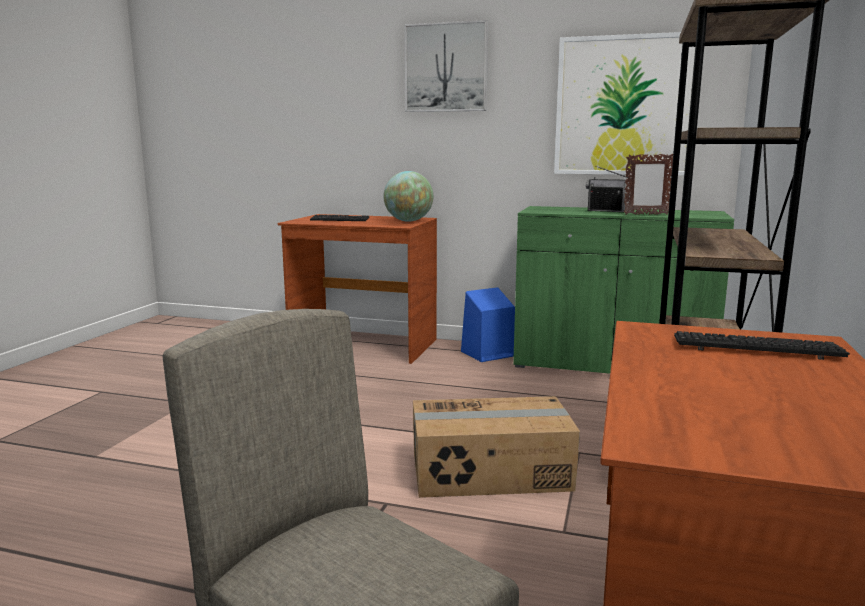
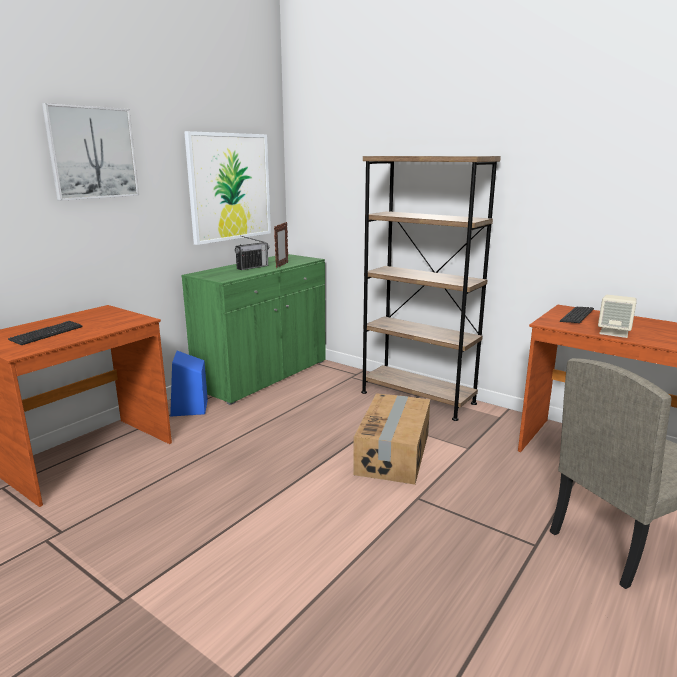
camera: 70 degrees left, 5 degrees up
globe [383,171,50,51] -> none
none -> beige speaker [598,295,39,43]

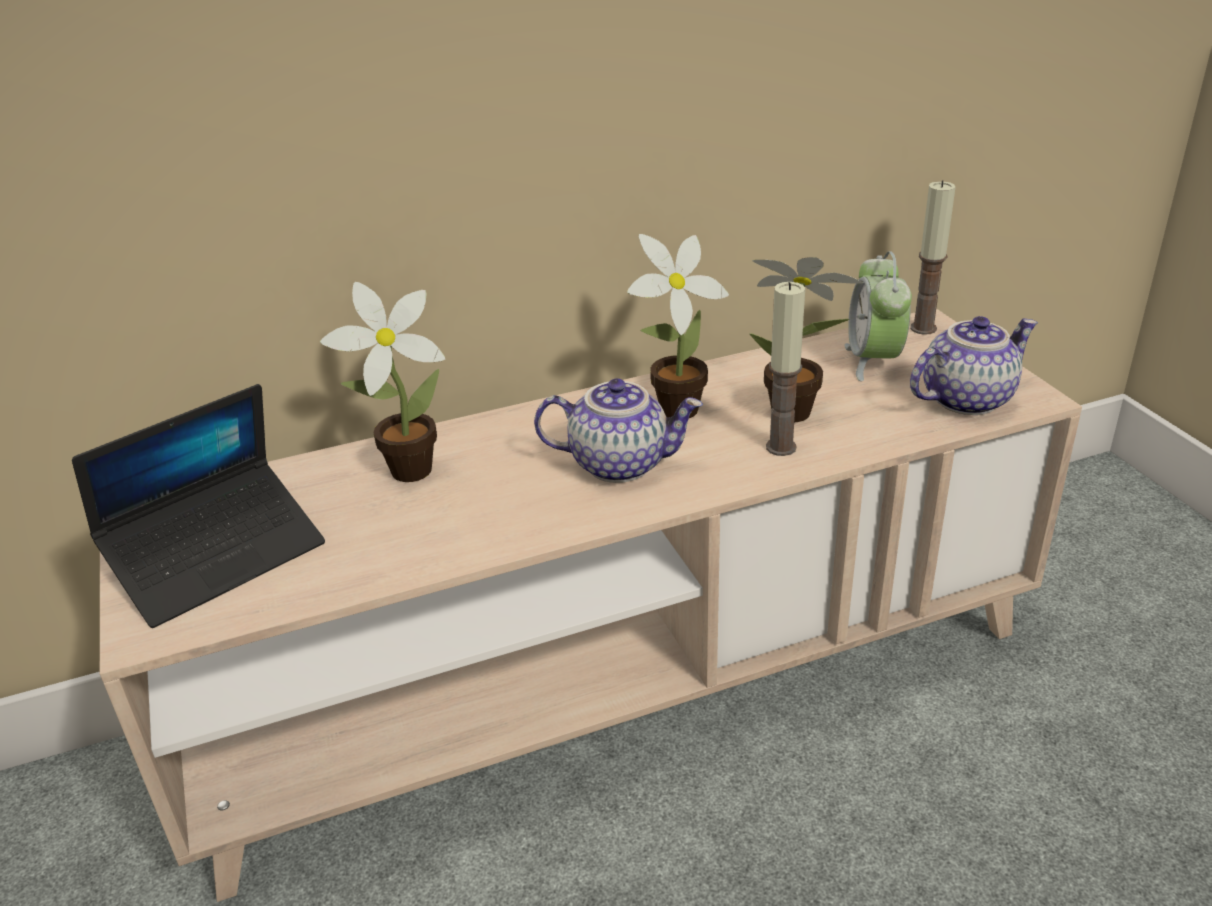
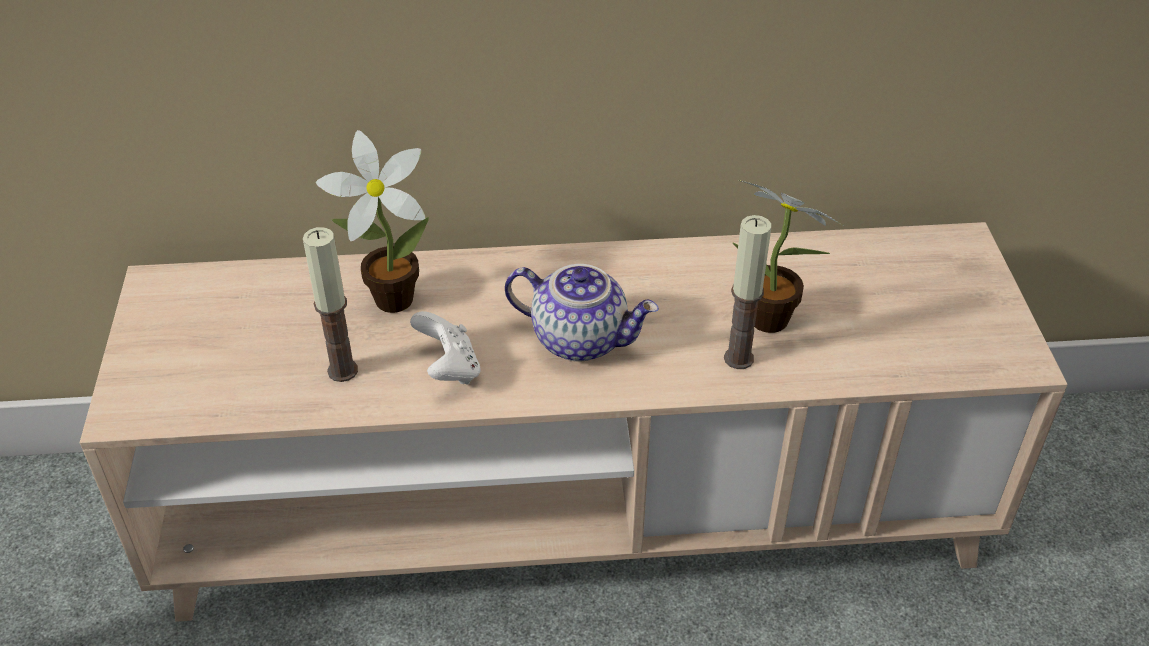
camera: 15 degrees right, 10 degrees up
laptop [72,384,253,244] -> none
potted plant [627,234,102,184] -> none
alarm clock [845,251,67,131] -> none
candle [910,180,46,155] -> candle [303,227,55,155], shifted
teapot [910,316,128,99] -> none
none -> white game controller [410,311,71,74]

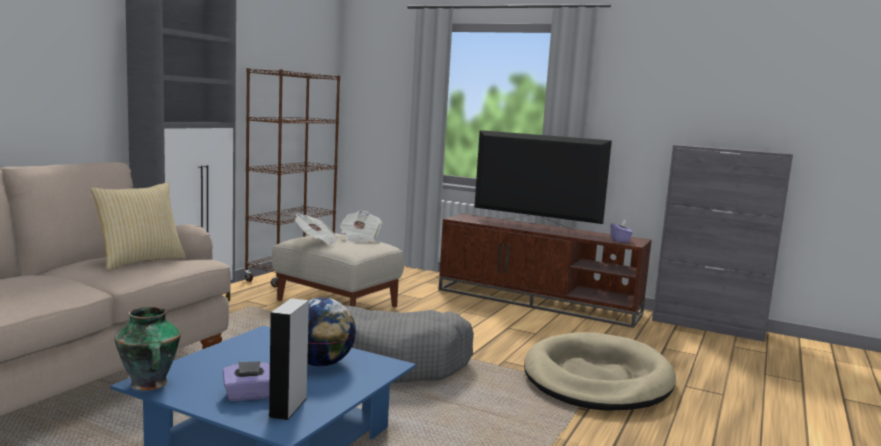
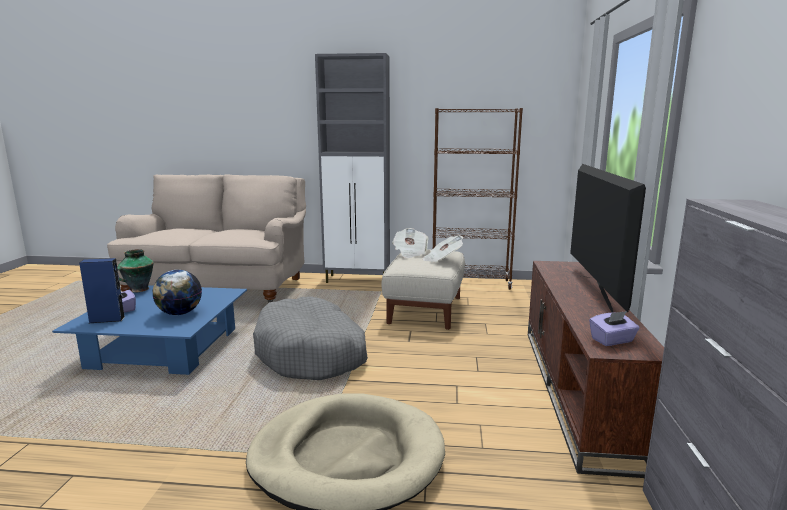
camera: 70 degrees right, 5 degrees up
pillow [91,182,95,89] -> none
grey speaker [268,298,41,122] -> blue speaker [79,258,46,65]

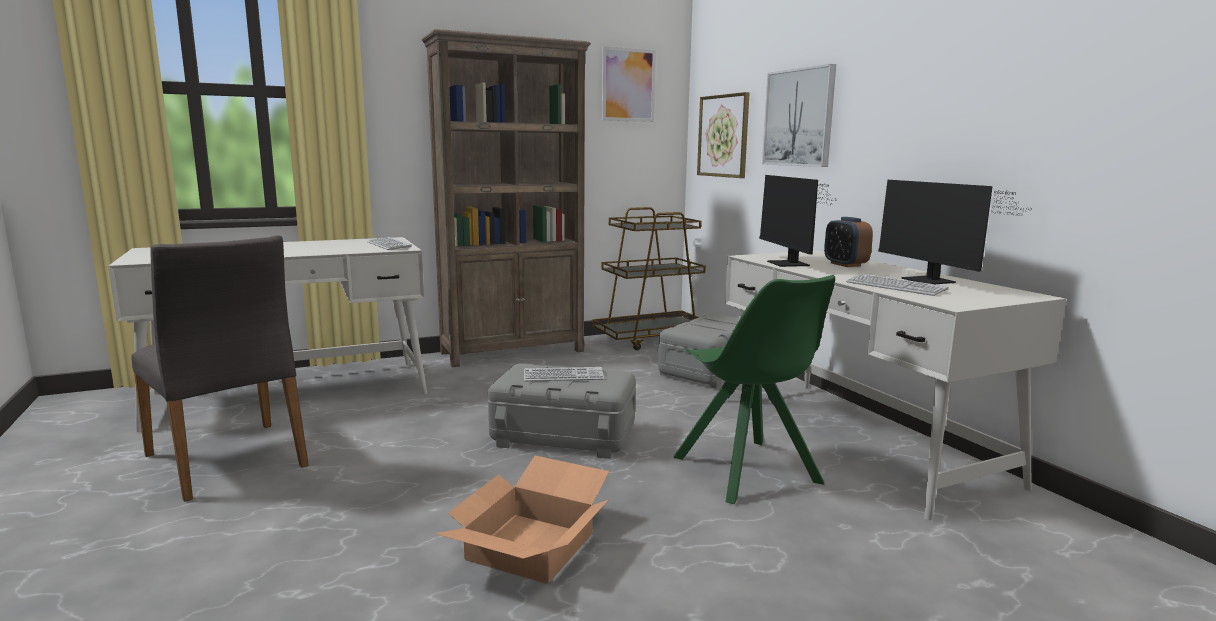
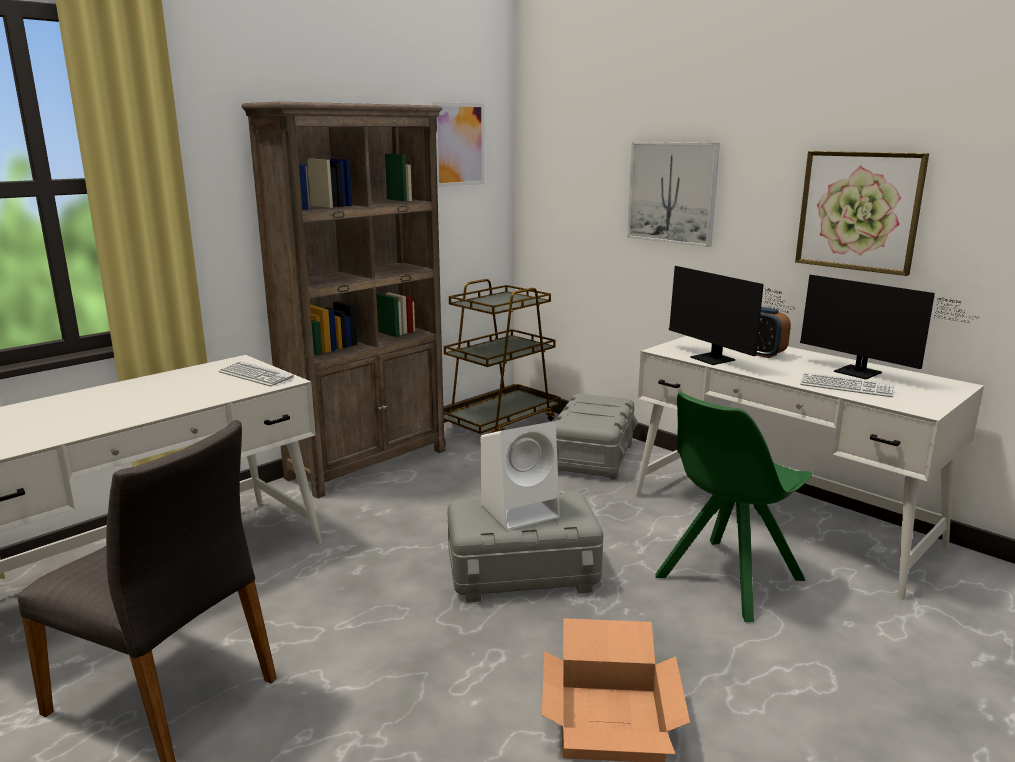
camera: 20 degrees left, 5 degrees up
keyboard [524,367,80,14] -> white speaker [480,421,80,109]
green chair [674,275,161,229] -> green chair [655,392,158,230], 90 degrees clockwise
picture [697,92,53,86] -> picture [795,151,134,125], shifted

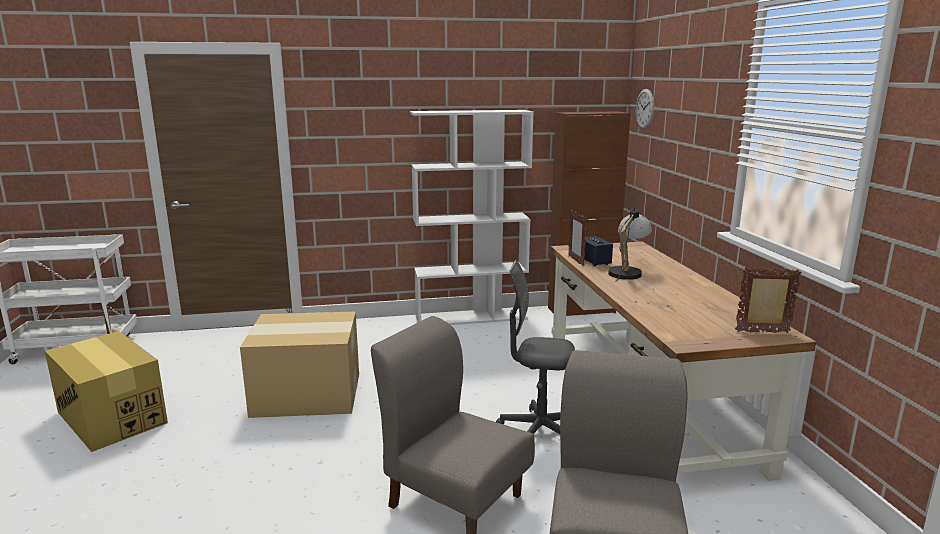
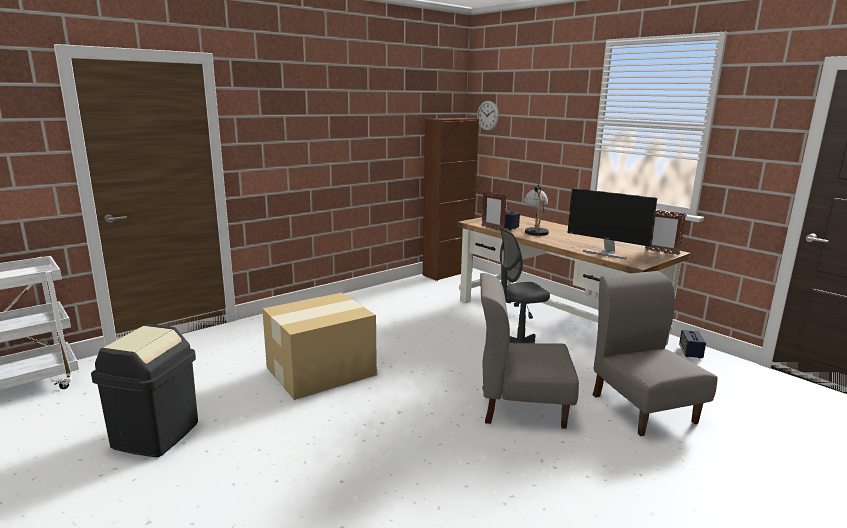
camera: 30 degrees left, 0 degrees up
cardboard box [45,331,123,121] -> black trash can [91,324,107,133]
white bookcase [410,110,124,215] -> none
picture frame [735,267,67,66] -> picture frame [645,210,42,45], 120 degrees counterclockwise
none -> monitor [568,188,89,71]
none -> speaker [679,330,27,29]

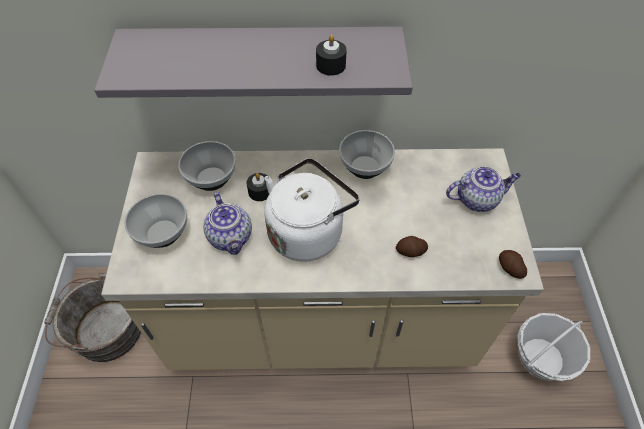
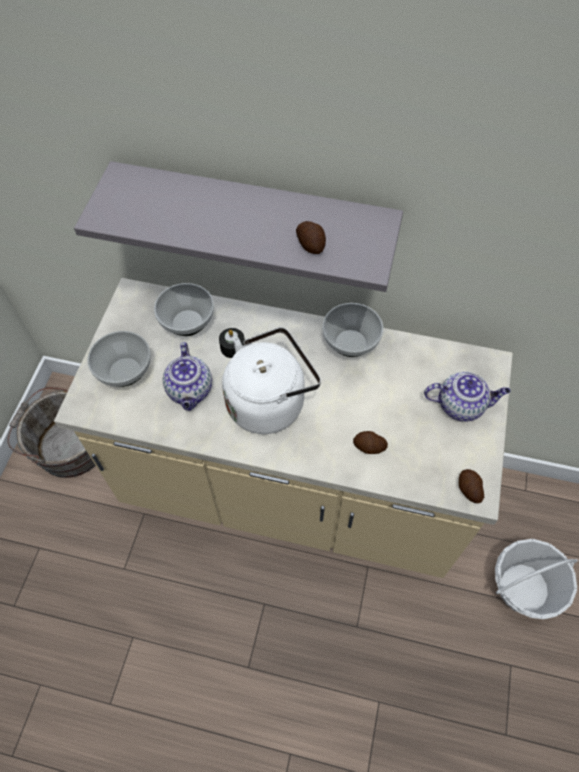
camera: 15 degrees right, 5 degrees up
black candle [316,35,31,40] -> potato [296,221,30,33]

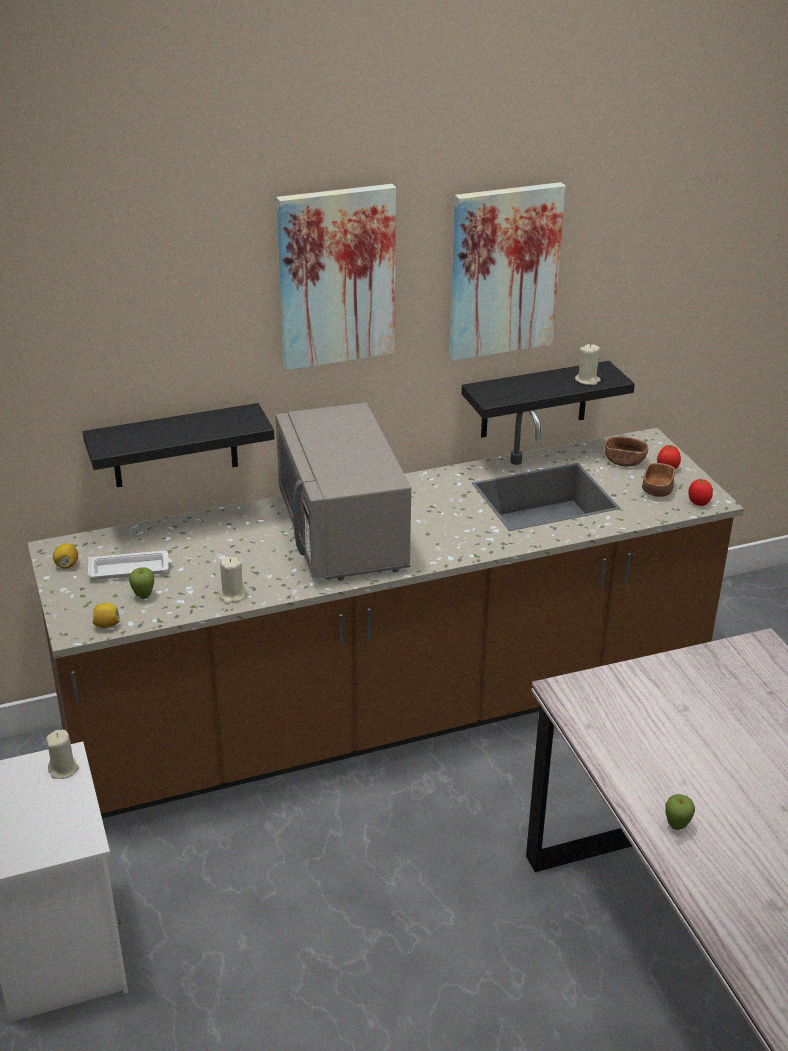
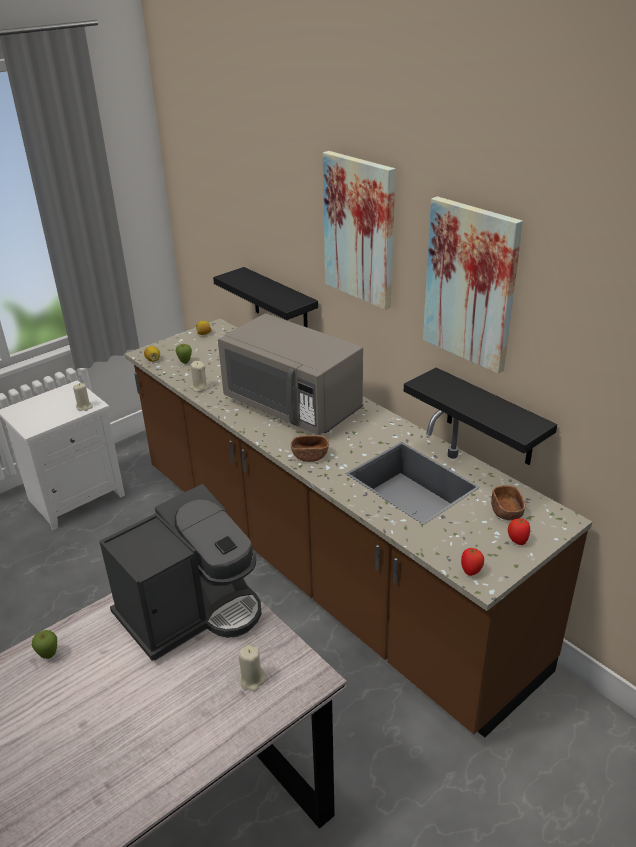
camera: 70 degrees right, 0 degrees up
white tray [88,551,84,28] -> none
grey microwave [276,403,135,177] -> grey microwave [218,314,145,121], 105 degrees counterclockwise
beige candle [575,344,26,41] -> beige candle [238,645,27,47], shifted
brown bowl [642,463,33,34] -> brown bowl [291,435,38,27], shifted
none -> coffee machine [99,484,162,177]

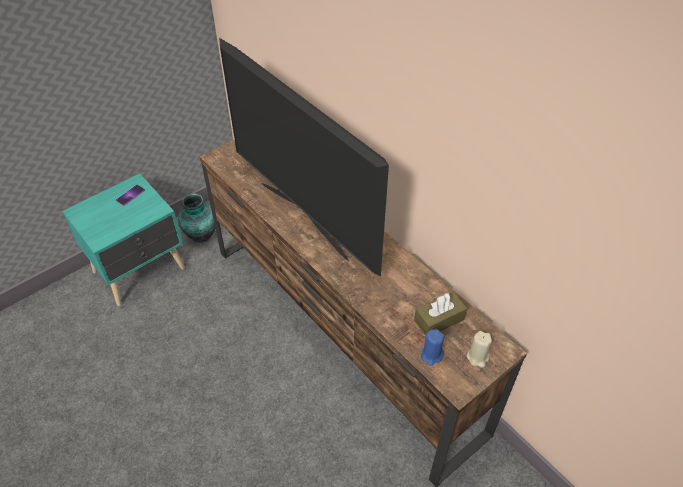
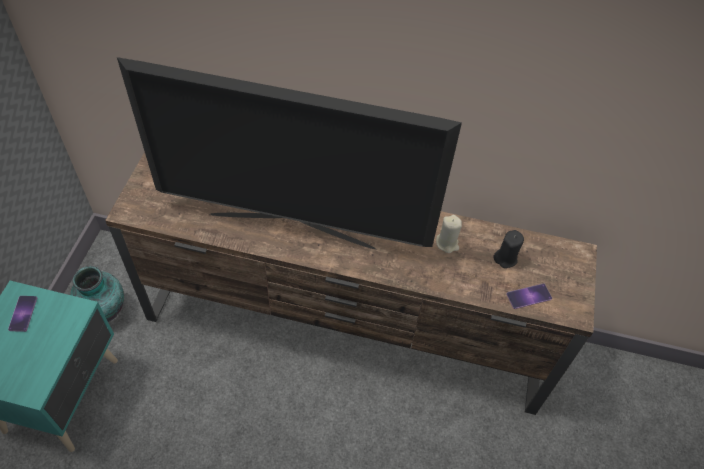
camera: 40 degrees left, 5 degrees up
brown tissue box [414,292,53,44] -> black candle [494,230,30,38]
blue candle [421,329,24,37] -> phone [506,283,46,26]
beige candle [467,331,25,37] -> beige candle [436,215,26,38], shifted

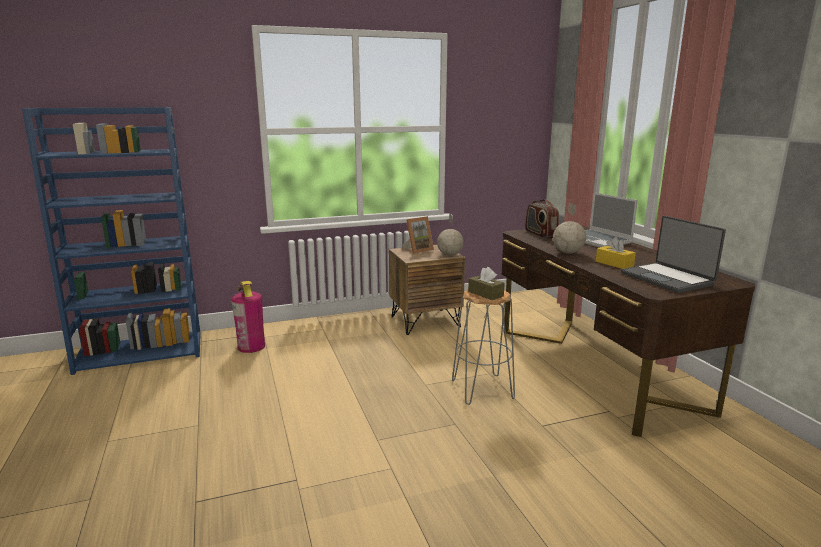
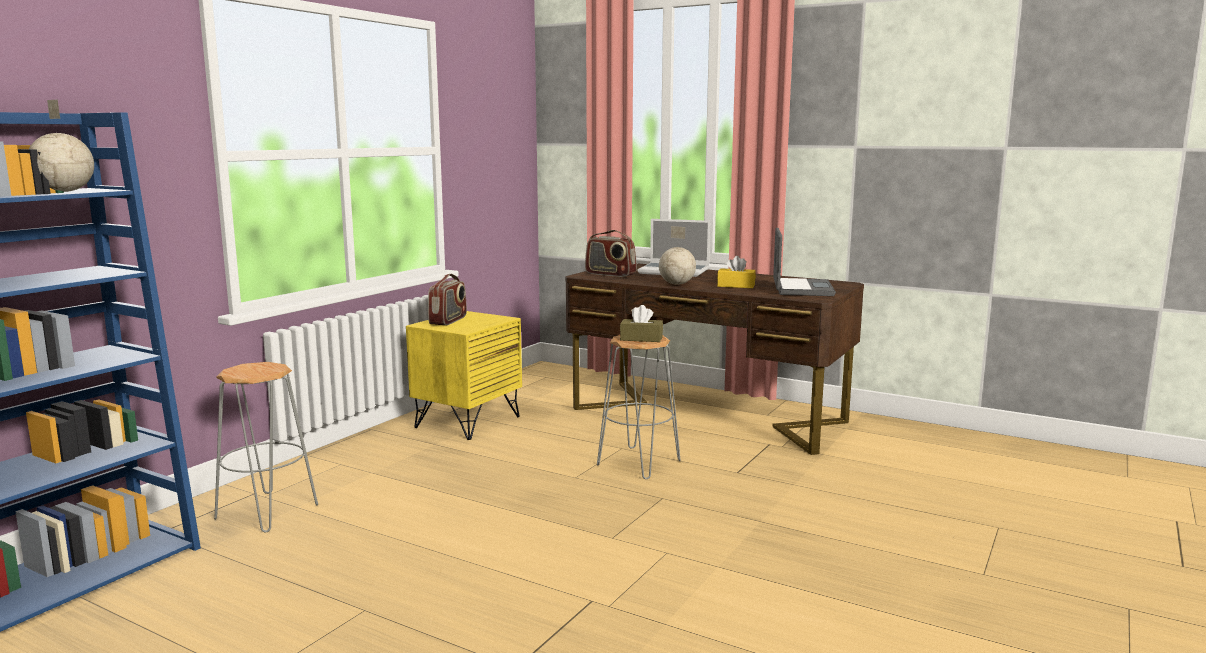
camera: 40 degrees left, 5 degrees down
fire extinguisher [231,281,34,72] -> grey stool [214,362,104,170]
brown nightstand [389,245,76,90] -> yellow nightstand [406,311,116,129]
picture frame [402,216,32,38] -> radio [428,274,39,51]
globe [437,214,27,41] -> globe [29,99,65,93], shifted
laptop [621,216,105,77] -> laptop [773,228,63,68], 105 degrees counterclockwise

